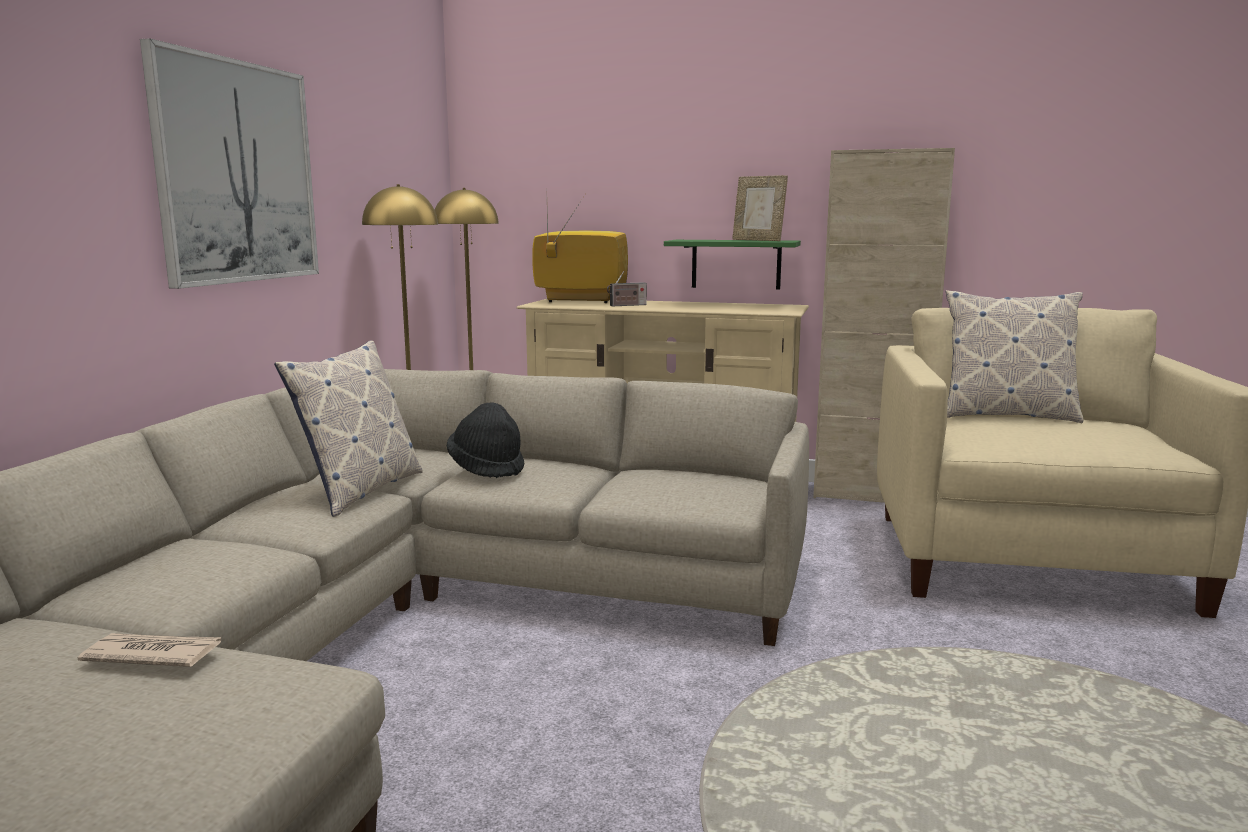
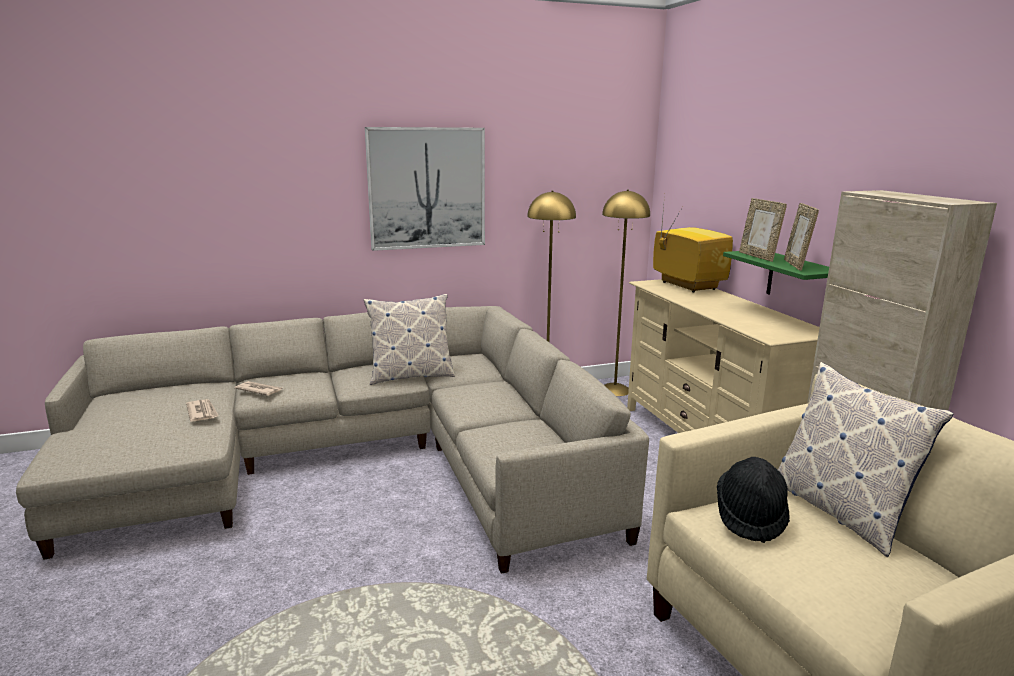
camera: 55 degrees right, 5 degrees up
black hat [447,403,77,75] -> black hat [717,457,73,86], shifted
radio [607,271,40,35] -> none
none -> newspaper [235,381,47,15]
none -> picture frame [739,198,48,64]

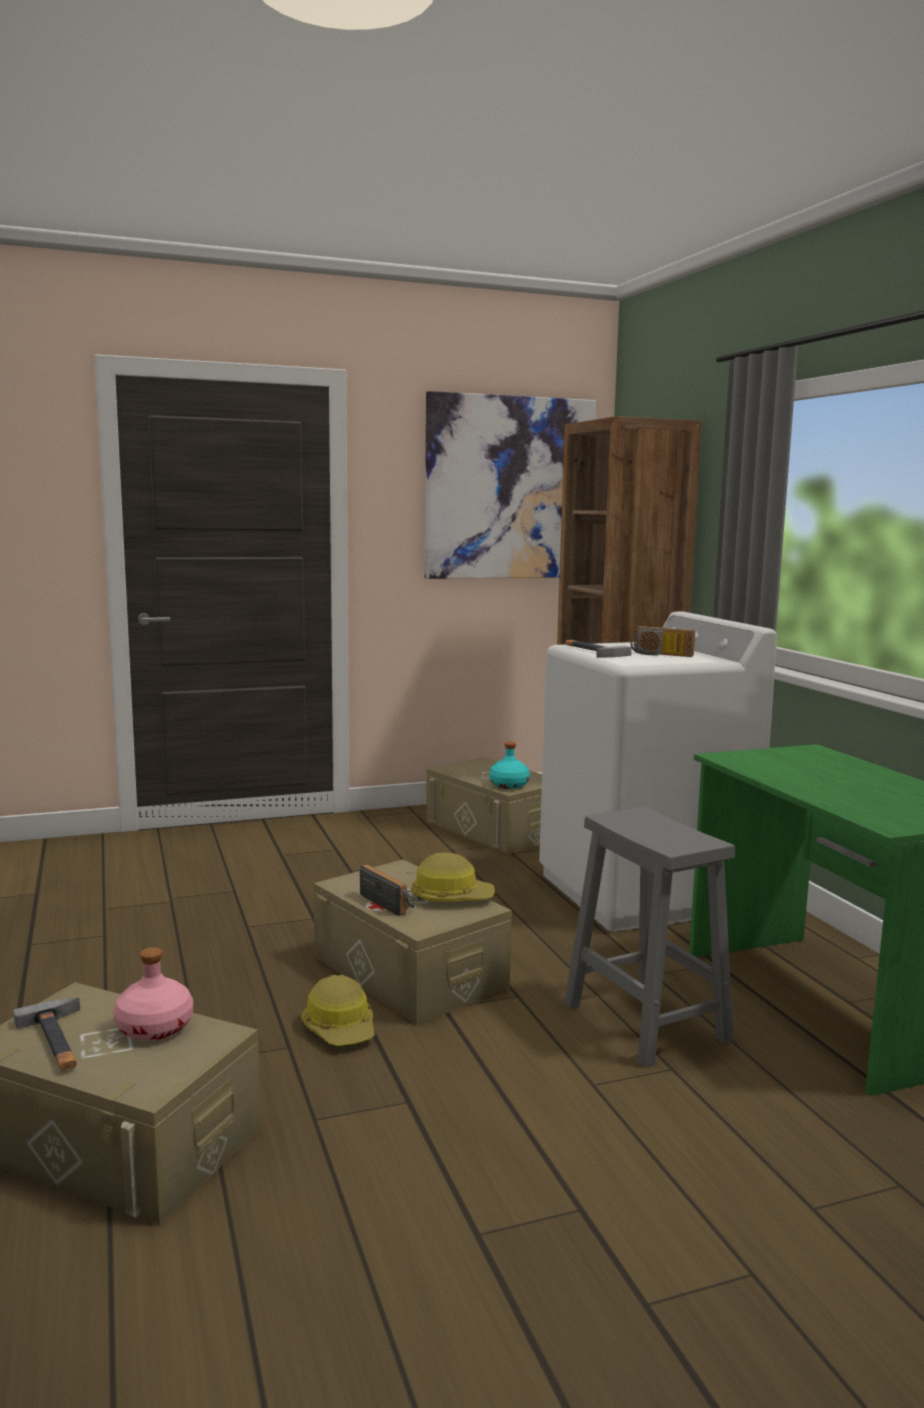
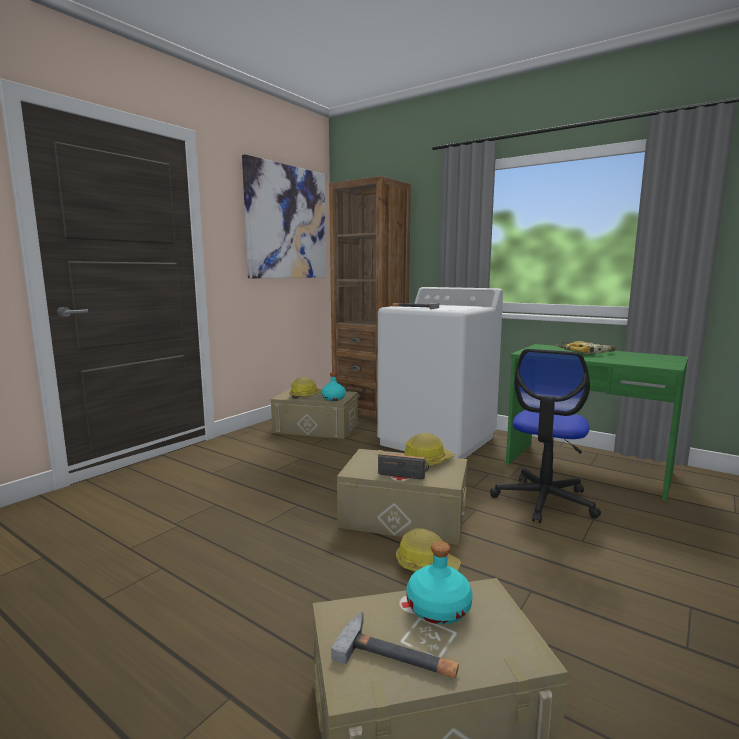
camera: 35 degrees left, 0 degrees up
pink bottle [113,947,80,94] -> turquoise bottle [406,541,67,83]
grey stool [565,807,170,261] -> office chair [490,349,111,174]
radio [630,626,65,31] -> none
none -> hard hat [289,377,33,21]
none -> power drill [556,341,60,13]

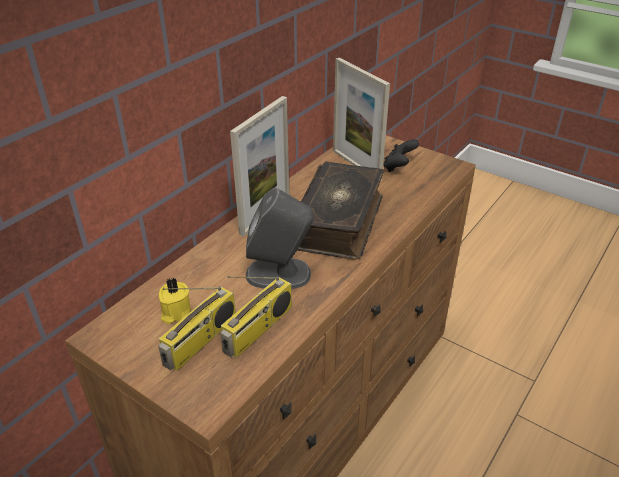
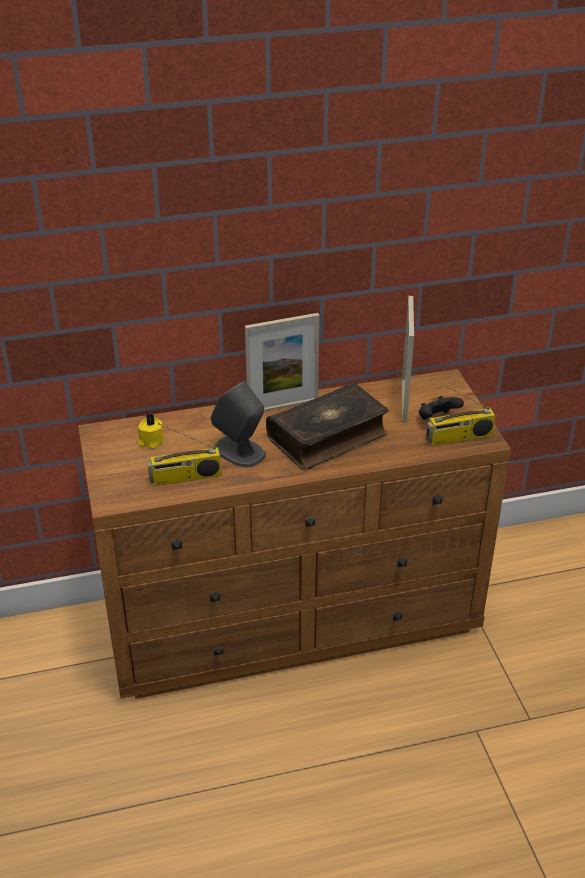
camera: 40 degrees right, 0 degrees up
radio [158,286,78,85] -> radio [426,385,70,61], shifted

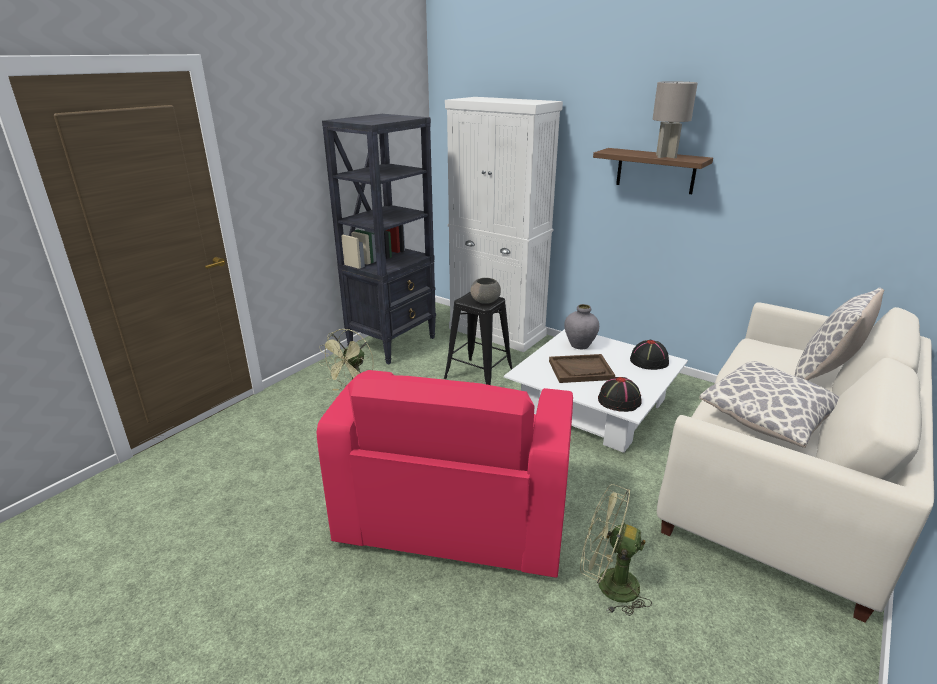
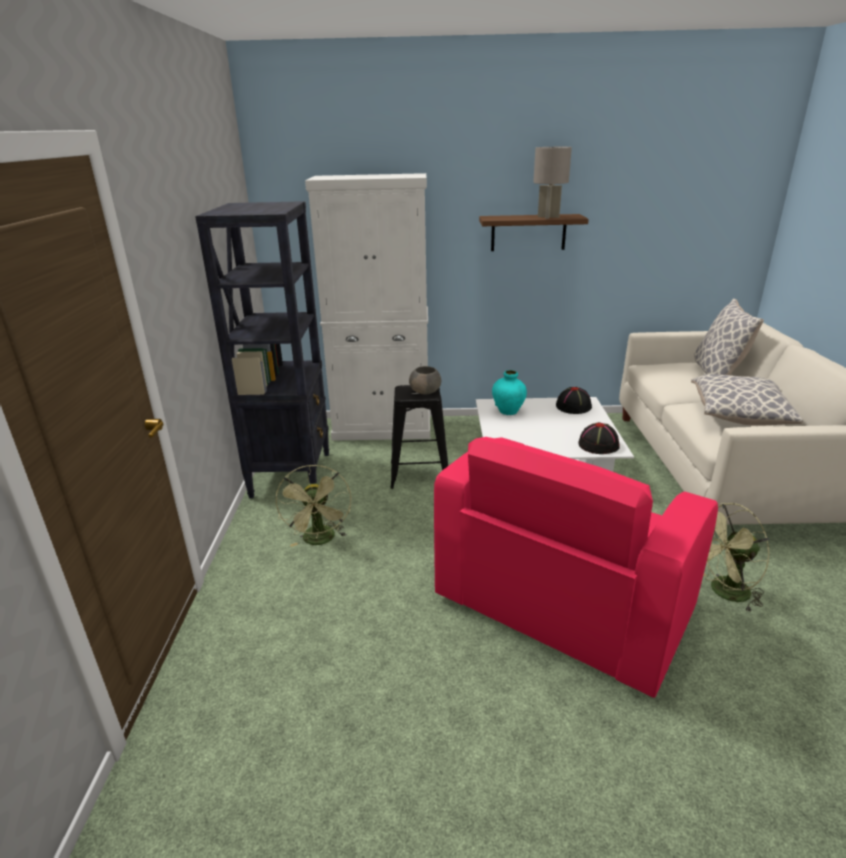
camera: 35 degrees left, 0 degrees up
pink armchair [316,370,257,208] -> pink armchair [434,437,284,261], 60 degrees clockwise
brown tray [549,354,66,29] -> none
grey vase [564,304,35,45] -> turquoise vase [492,370,35,45]

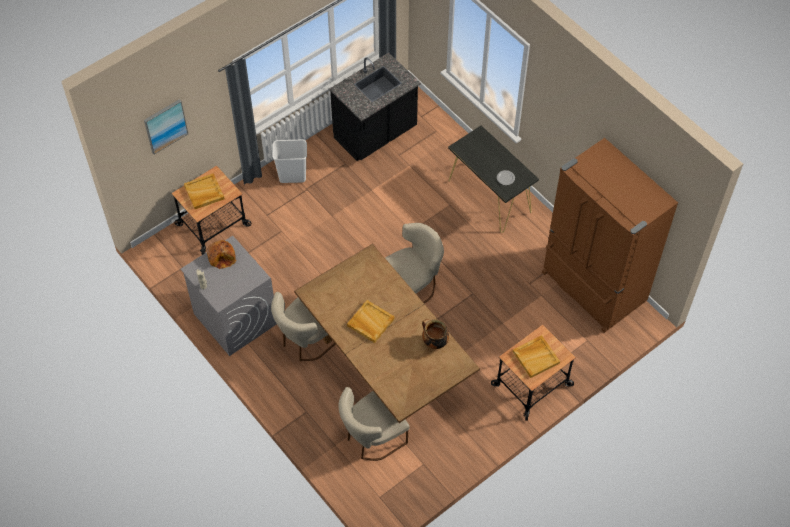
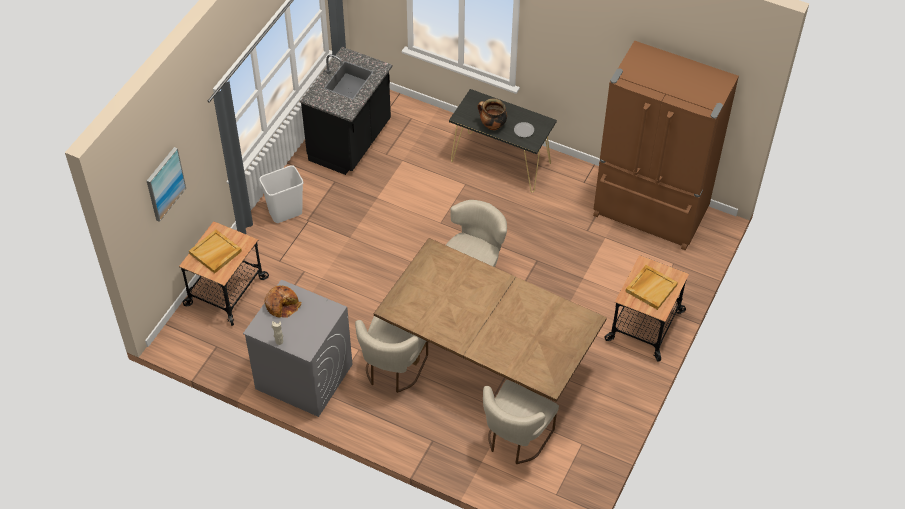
camera: 25 degrees left, 5 degrees down
beige tray [347,300,48,43] -> none
cooking pot [422,319,27,30] -> cooking pot [478,99,29,31], shifted

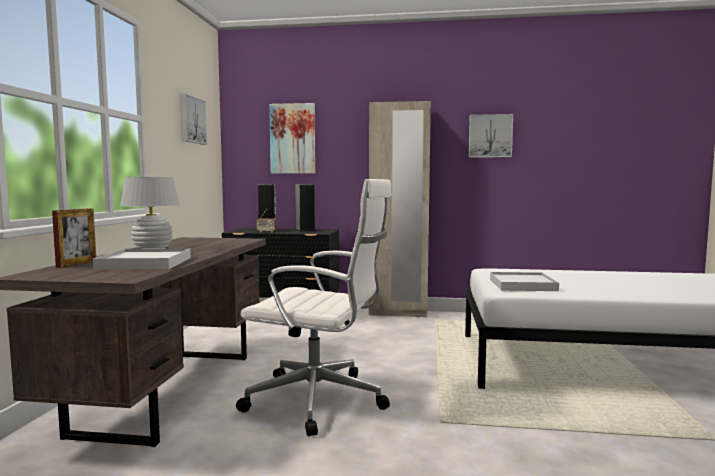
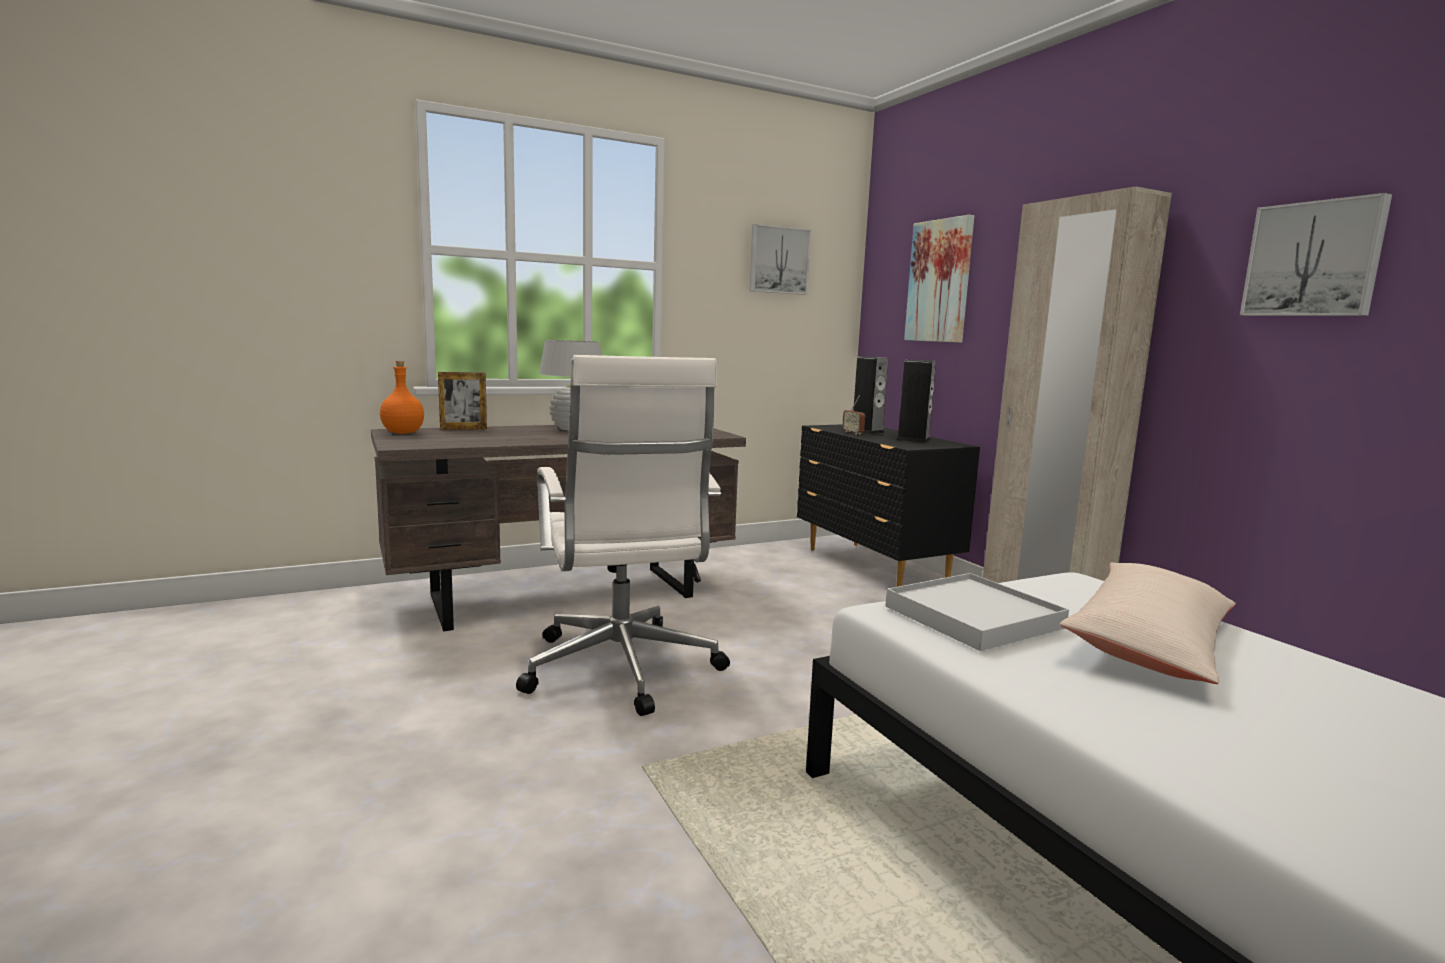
camera: 55 degrees right, 5 degrees up
white tray [93,248,98,22] -> none
none -> orange bottle [380,361,44,73]
none -> beige pillow [1060,562,176,122]

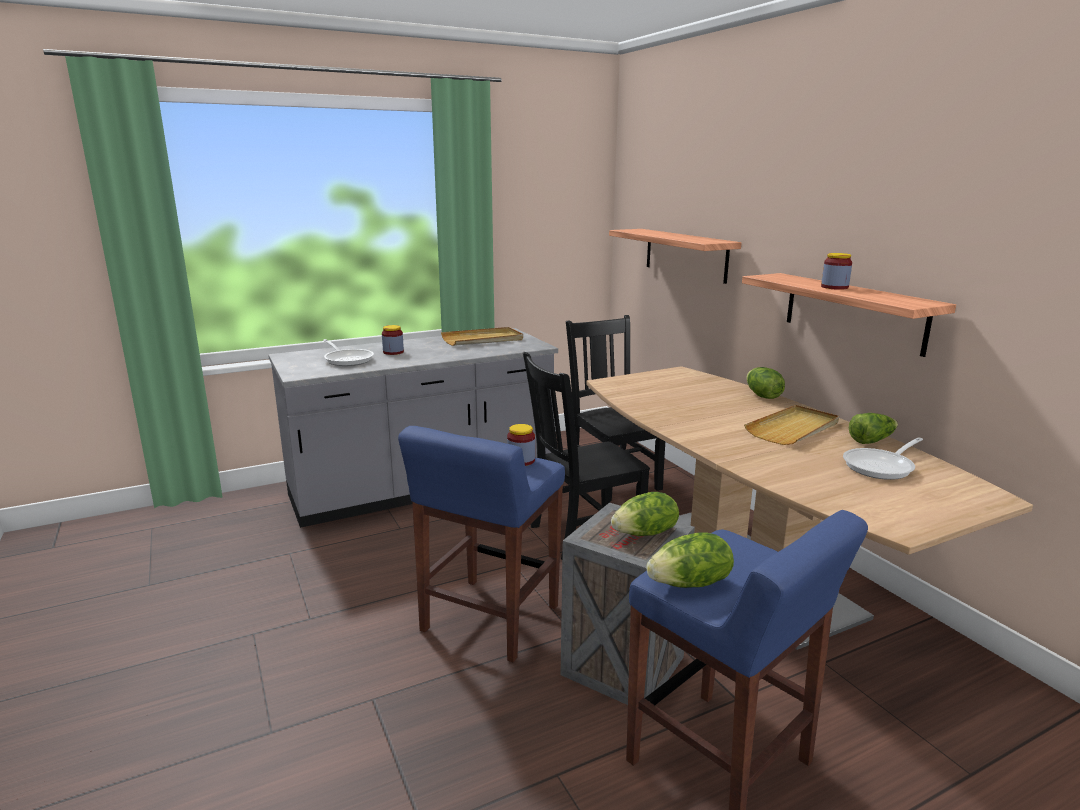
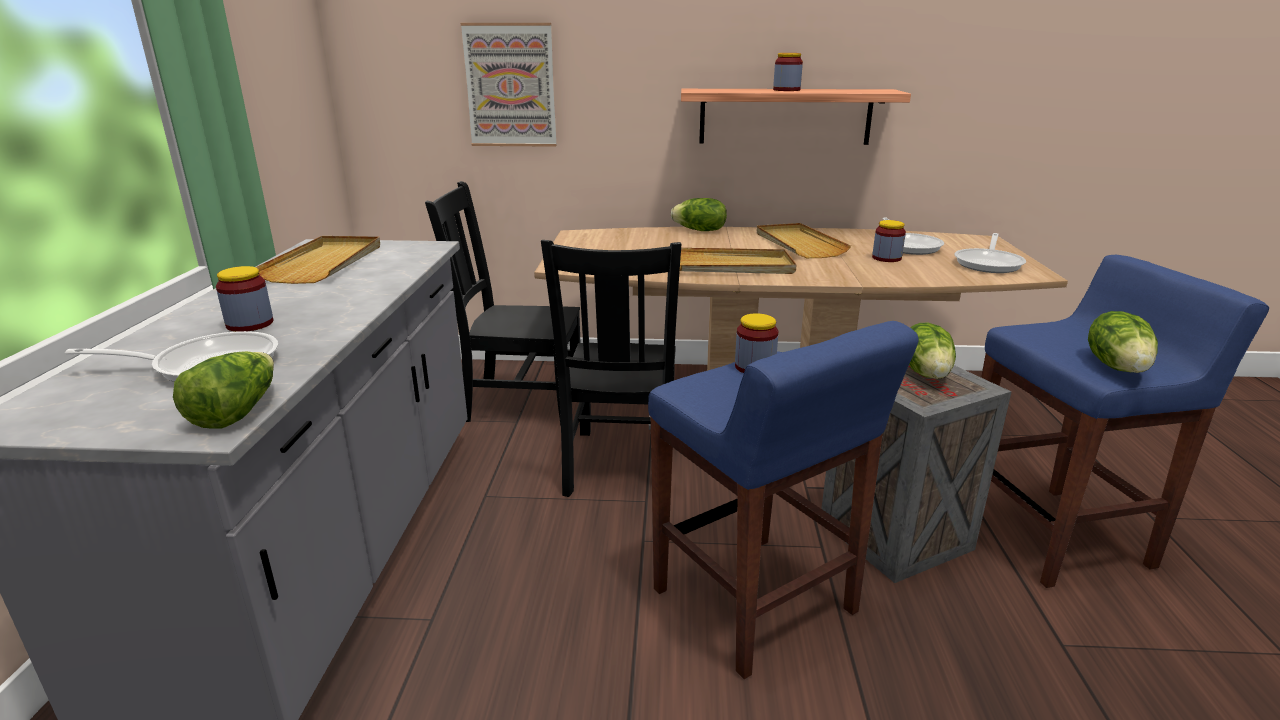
camera: 60 degrees left, 5 degrees up
shelf [609,229,133,55] -> picture [461,23,96,124]
lettuce [849,413,49,31] -> lettuce [173,351,101,78], shifted
none -> beige tray [680,248,117,26]
none -> jar [872,220,34,42]
none -> frying pan [954,233,72,40]

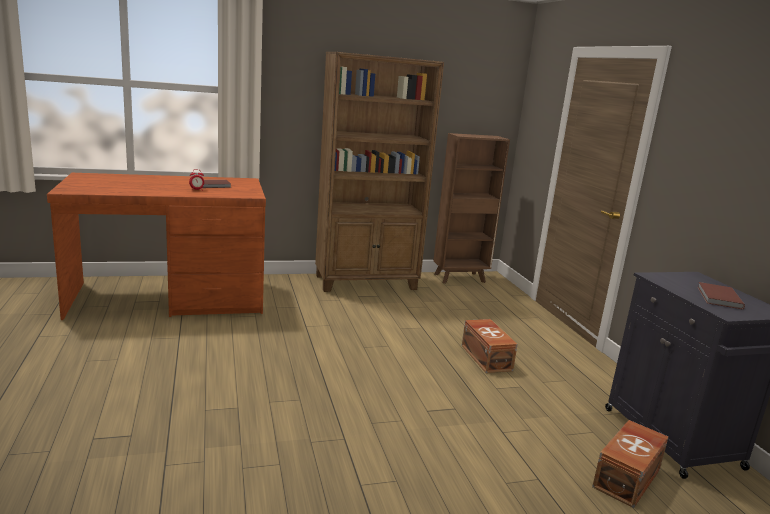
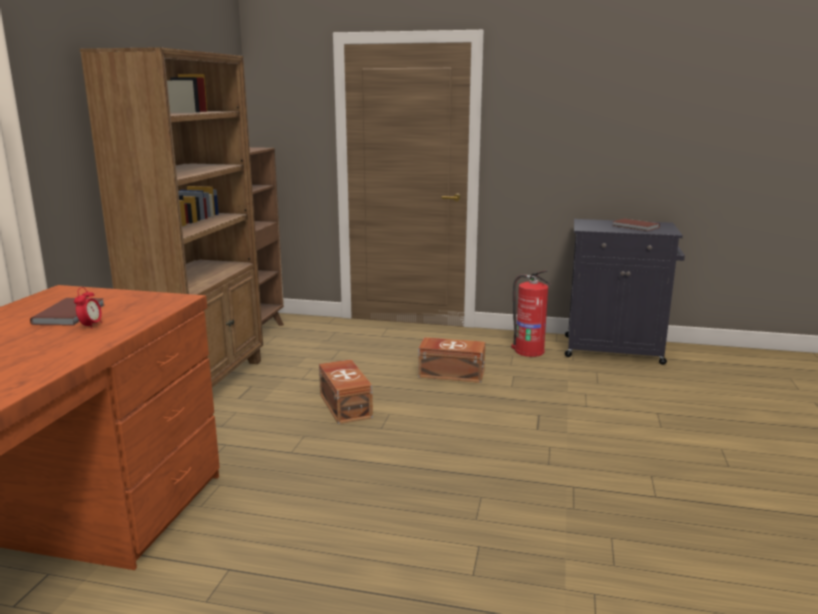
camera: 60 degrees left, 0 degrees up
brown storage box [592,420,76,88] -> brown storage box [319,359,54,65], shifted
none -> fire extinguisher [511,270,40,87]

